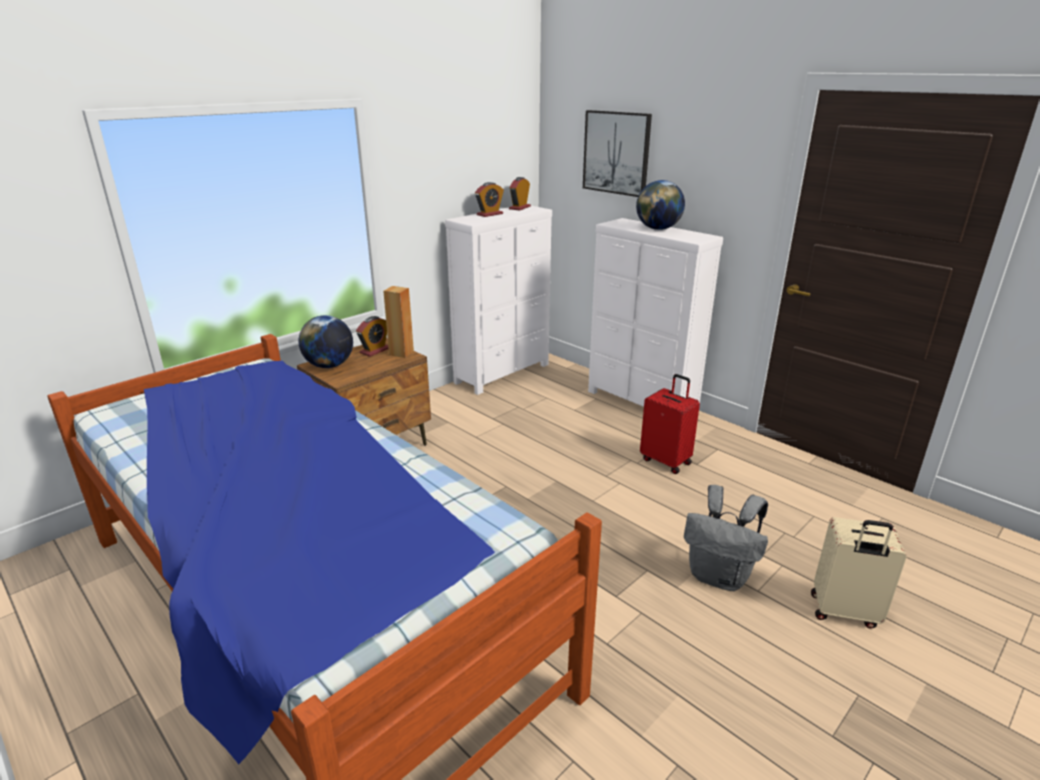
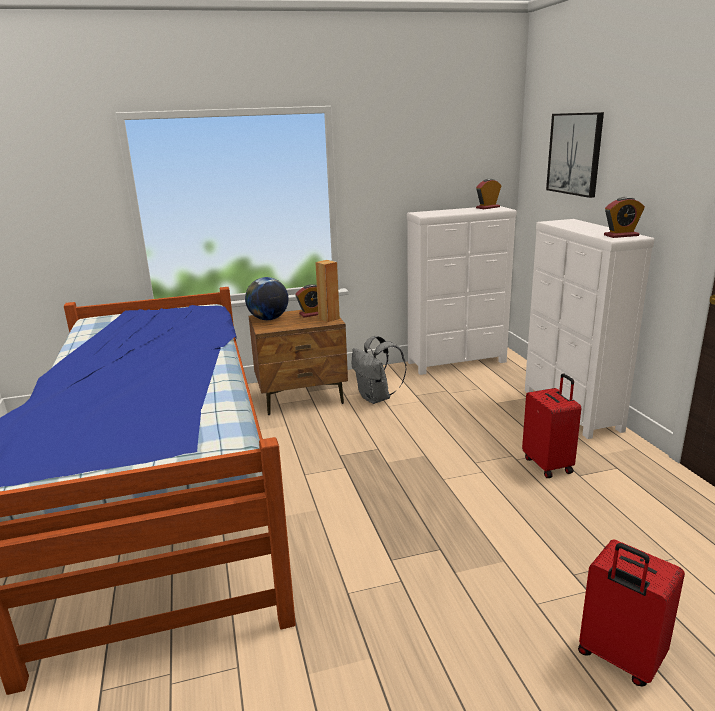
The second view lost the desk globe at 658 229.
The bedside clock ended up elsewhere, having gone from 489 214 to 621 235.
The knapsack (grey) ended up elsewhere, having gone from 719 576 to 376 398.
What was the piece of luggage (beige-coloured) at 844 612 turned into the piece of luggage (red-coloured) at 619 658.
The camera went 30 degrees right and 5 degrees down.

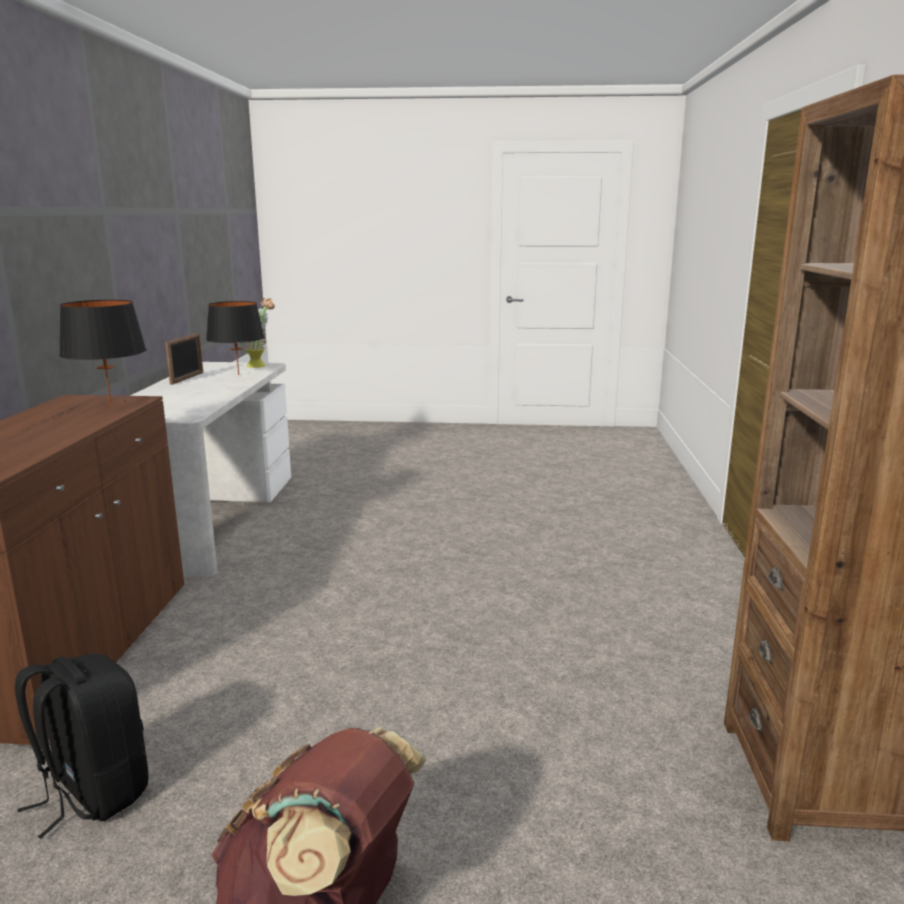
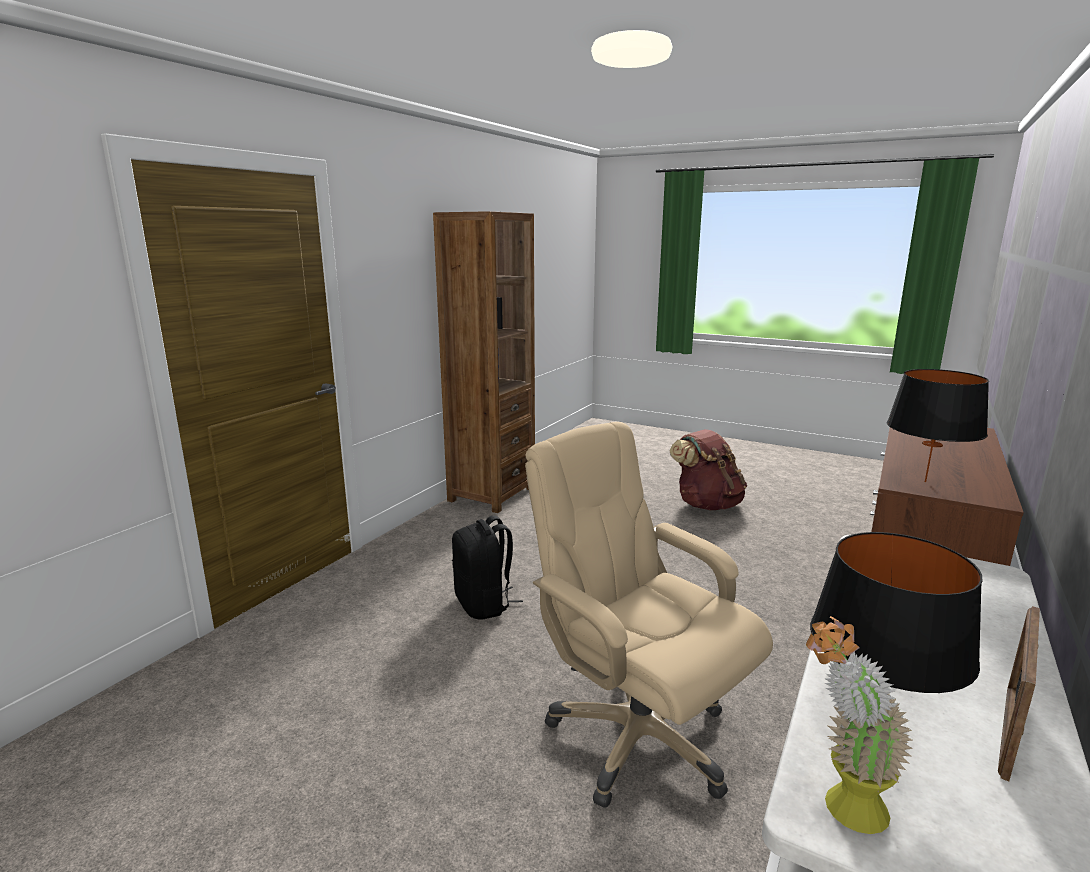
The knapsack (blackish) ended up elsewhere, having gone from 93 793 to 484 604.
The second view gained the office chair (beige-coloured) at 637 736.
The camera went 155 degrees left and 0 degrees up.

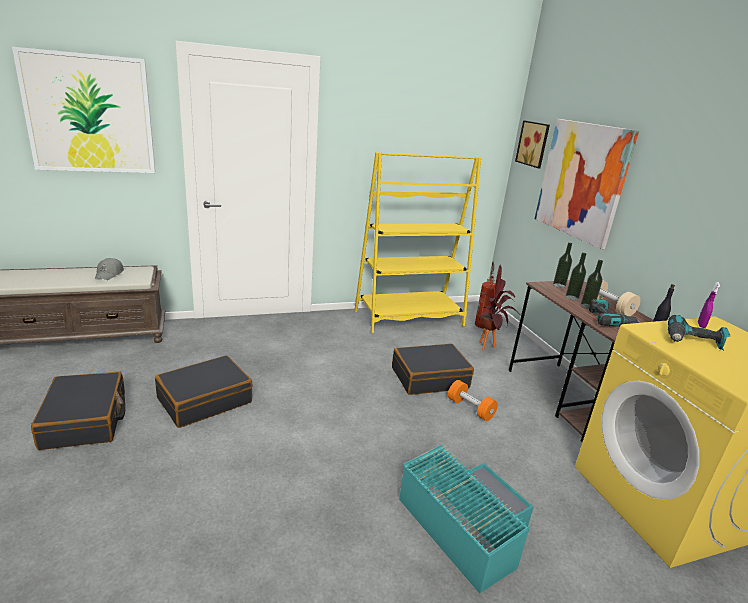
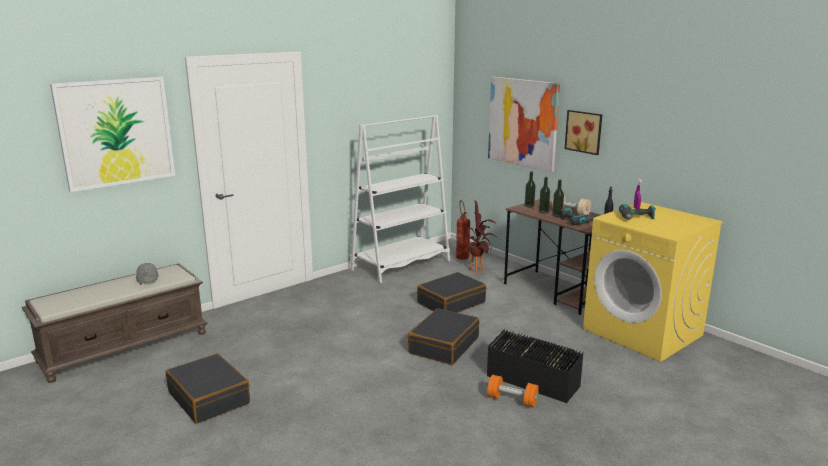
The picture ended up elsewhere, having gone from 534 144 to 584 131.
What was the shelving unit (yellowish) at 409 318 turned into the shelving unit (white-coloured) at 401 265.
The piece of luggage (blackish) ended up elsewhere, having gone from 204 400 to 443 345.
The dumbbell (orange-coloured) ended up elsewhere, having gone from 470 409 to 512 400.
What was the storage bin (blue-green) at 464 523 turned into the storage bin (blackish) at 535 375.
The camera went 20 degrees left and 5 degrees down.

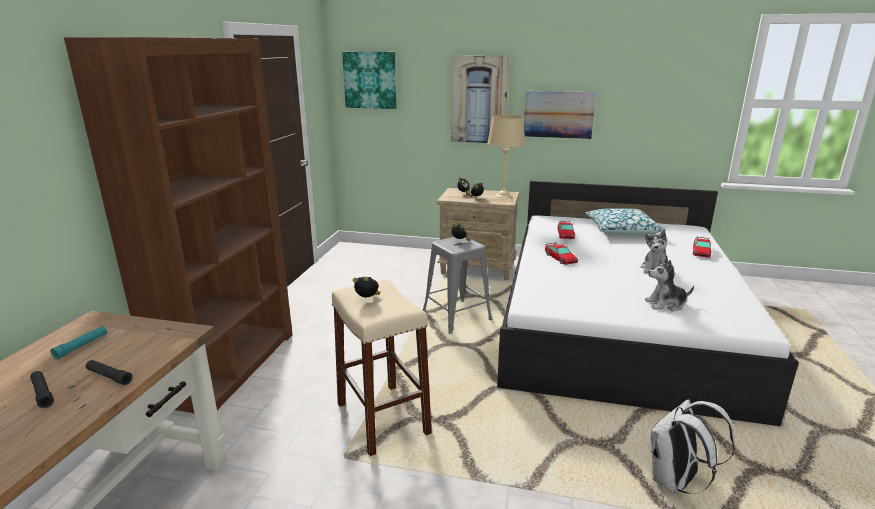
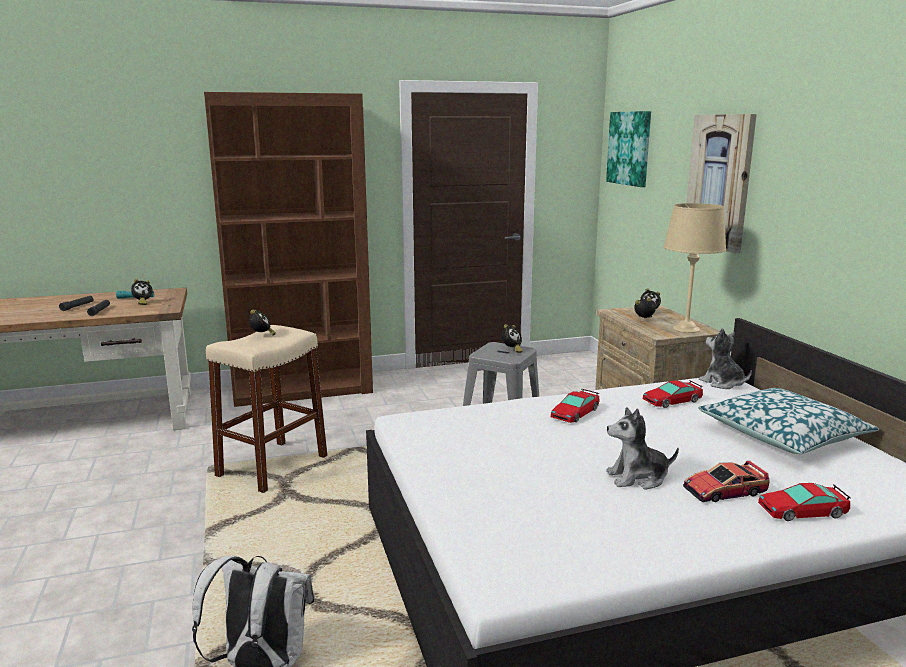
The second view lost the picture at 558 114.
The soft toy ended up elsewhere, having gone from 666 304 to 722 383.
The second view gained the bedside clock at 142 303.
The second view gained the miniature car at 724 491.
The camera went 60 degrees right and 5 degrees down.

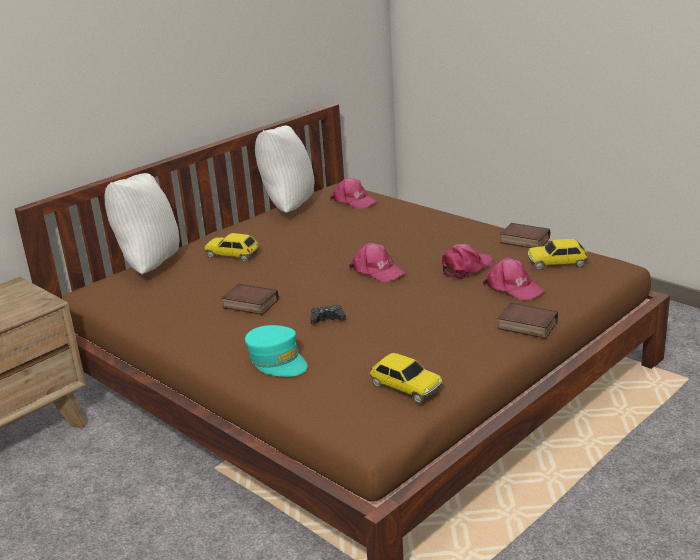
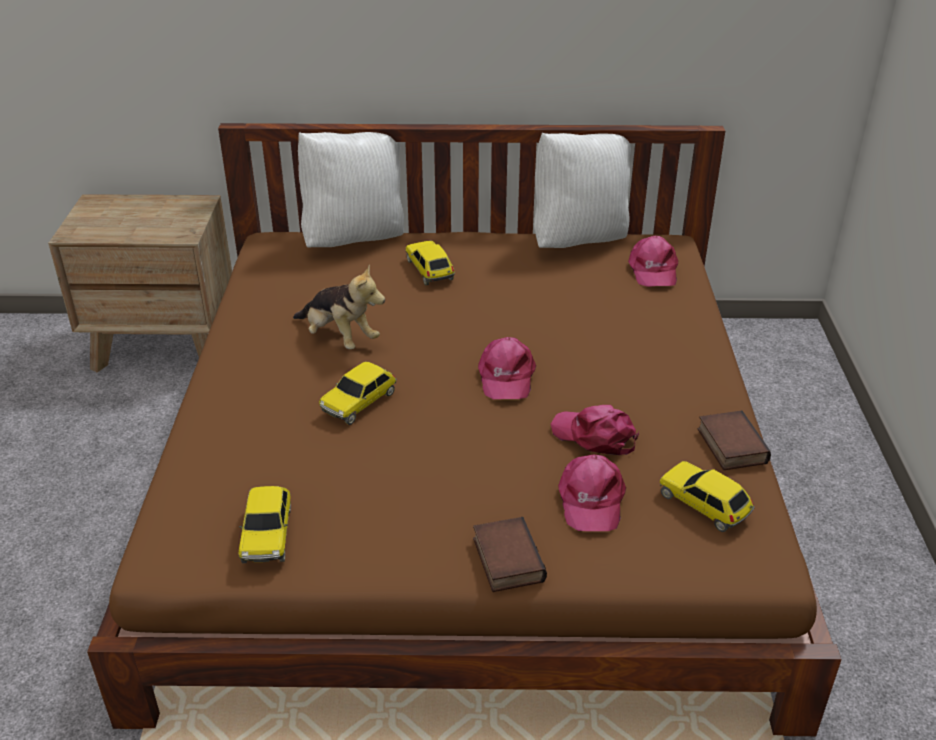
The peaked cap (pink-coloured) at 466 267 ended up facing another way, 150 degrees counterclockwise from before.
Where the volume stood at 249 304, the soft toy came to stand at 339 338.
Where the game controller (blackish) stood at 327 319, the miniature car came to stand at 359 402.
The second view lost the peaked cap (blue-green) at 277 361.
The camera went 45 degrees right and 10 degrees up.

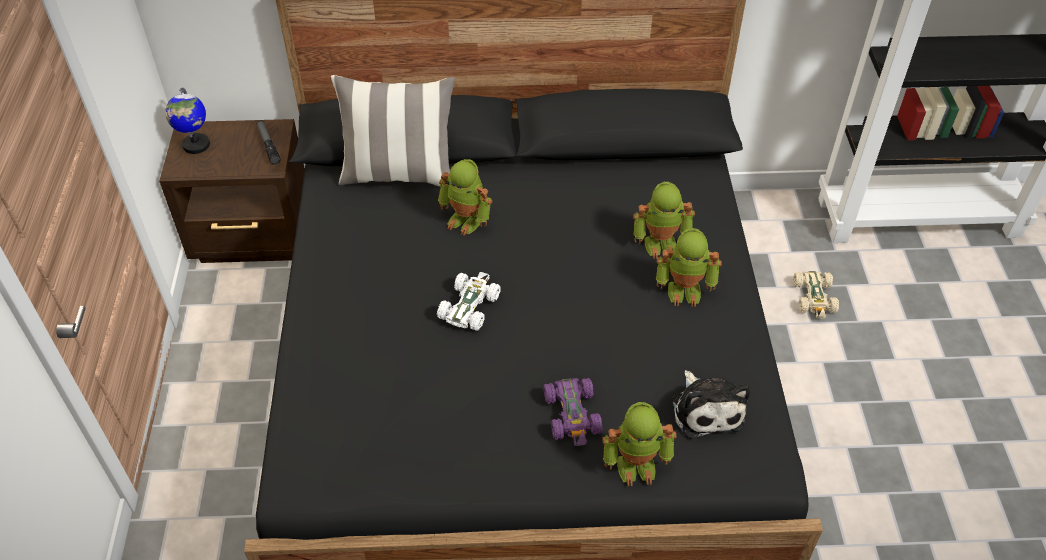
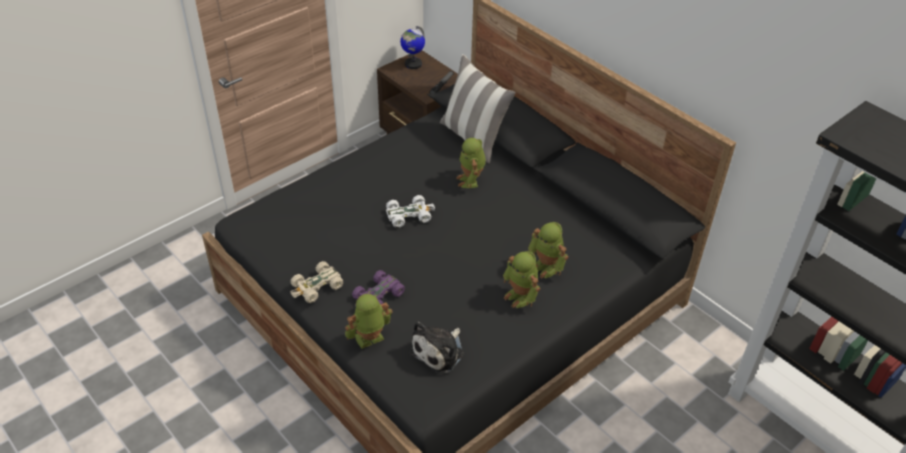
The miniature car (beige-coloured) ended up elsewhere, having gone from 814 298 to 316 287.
The toy robot at 636 464 ended up facing another way, 105 degrees clockwise from before.
The camera went 50 degrees right and 5 degrees down.

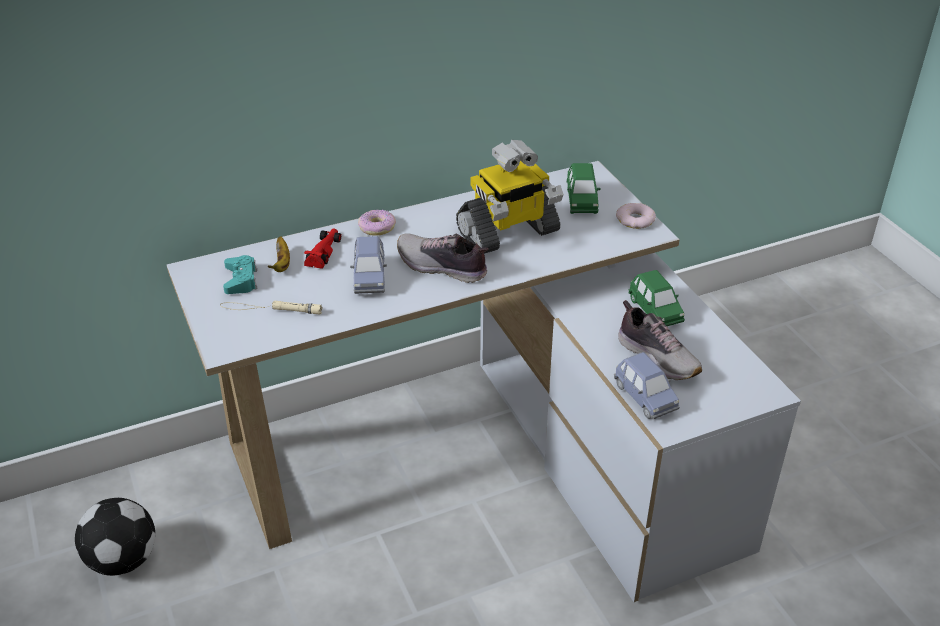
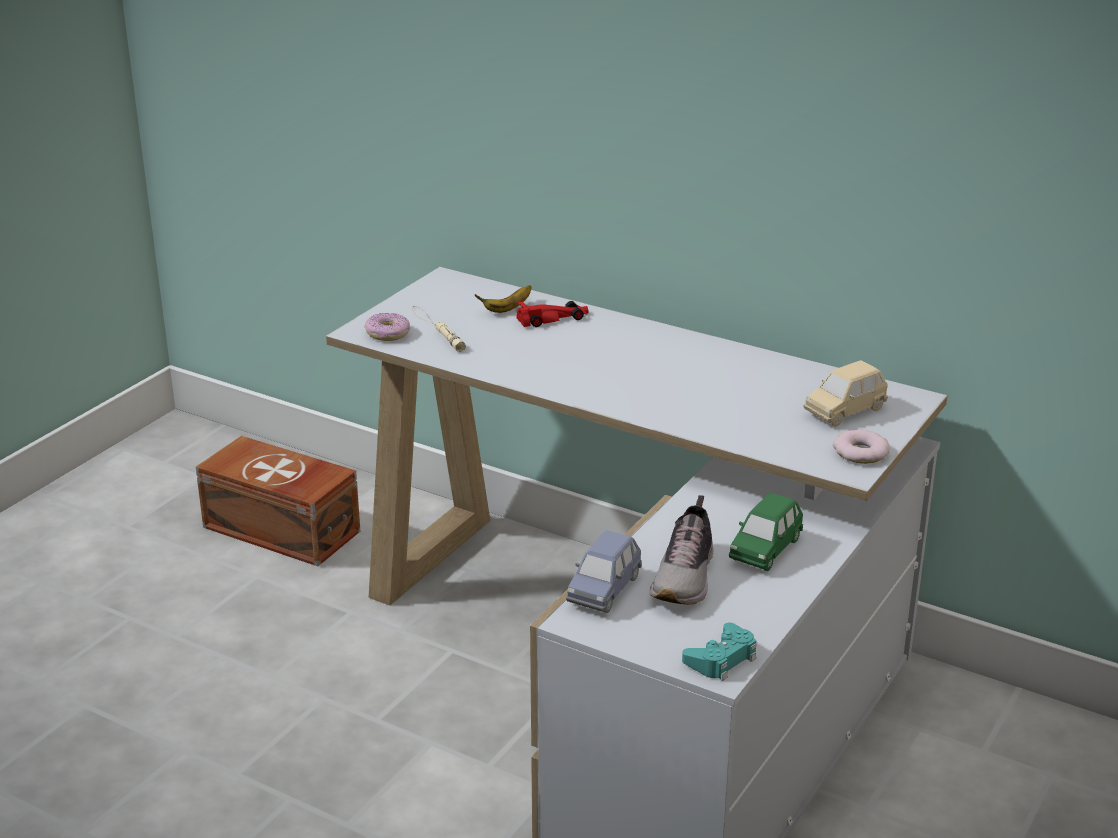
The second view lost the toy robot at 508 233.
What was the miniature car (green-coloured) at 581 201 turned into the miniature car (beige-coloured) at 845 411.
The donut ended up elsewhere, having gone from 377 227 to 388 333.
The second view lost the low shoe at 442 267.
The second view lost the miniature car (bluish) at 369 278.
The game controller (blue-green) ended up elsewhere, having gone from 241 280 to 721 659.
Where the football ball stood at 124 560, the storage bin (brownish) came to stand at 282 531.
The camera went 55 degrees right and 10 degrees down.

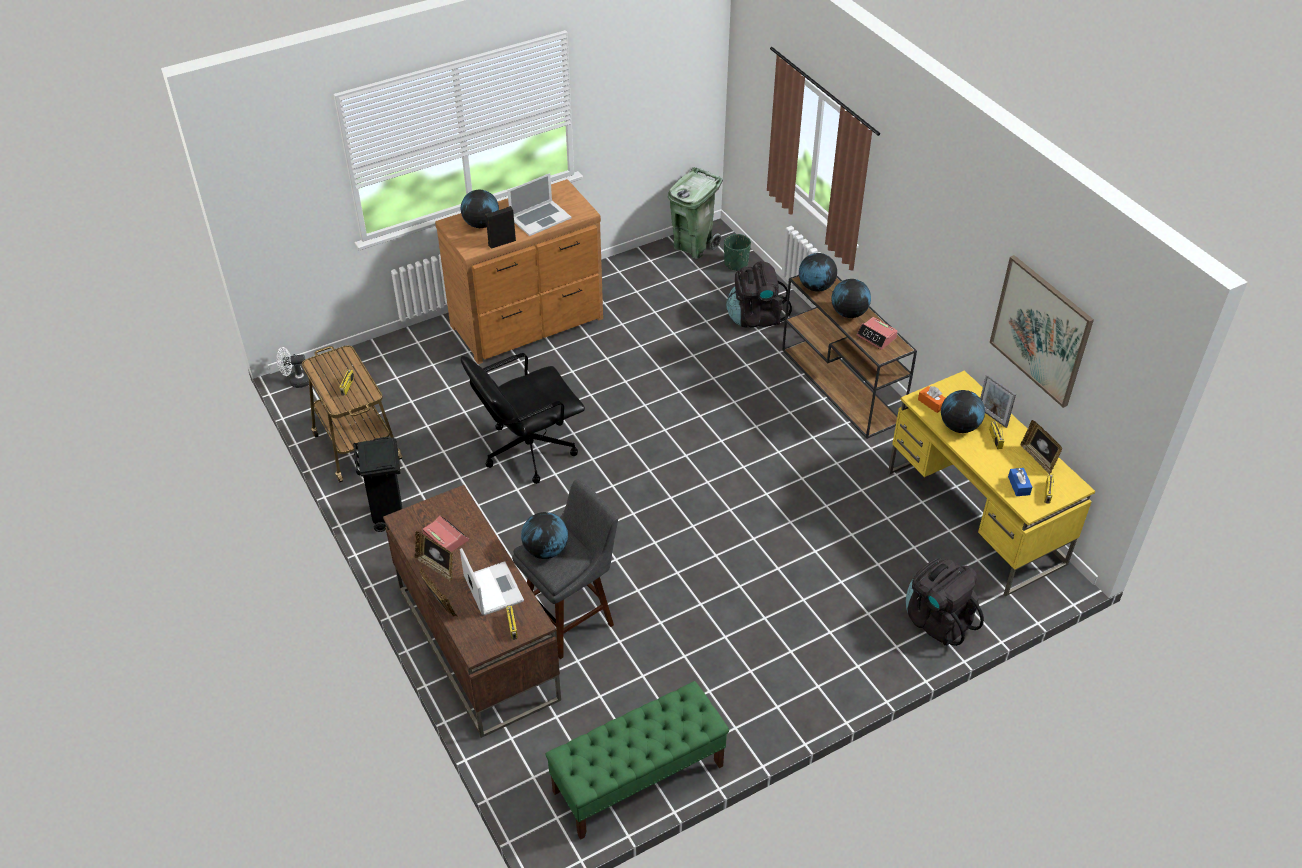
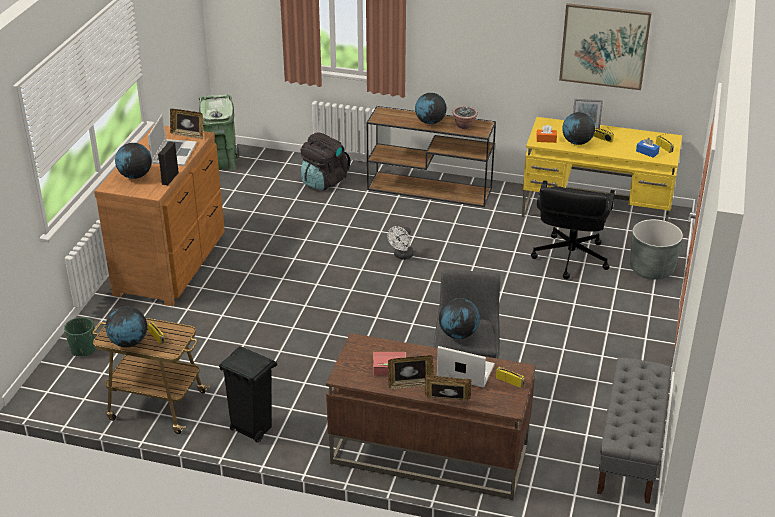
The flower pot (green-coloured) ended up elsewhere, having gone from 736 264 to 83 349.
The desk globe ended up elsewhere, having gone from 815 287 to 128 343.
Where the bedside clock stood at 876 337, the potted plant came to stand at 464 125.
The fan (white-coloured) ended up elsewhere, having gone from 296 381 to 402 256.
The office chair (blackish) ended up elsewhere, having gone from 528 450 to 569 258.
The standing frame ended up elsewhere, having gone from 1038 458 to 188 135.
Where the knapsack (blackish) stood at 937 620, the flower pot (grey) came to stand at 651 269.
What was the long seat (green-coloured) at 638 779 turned into the long seat (grey) at 630 450.
The camera went 45 degrees left and 10 degrees down.

